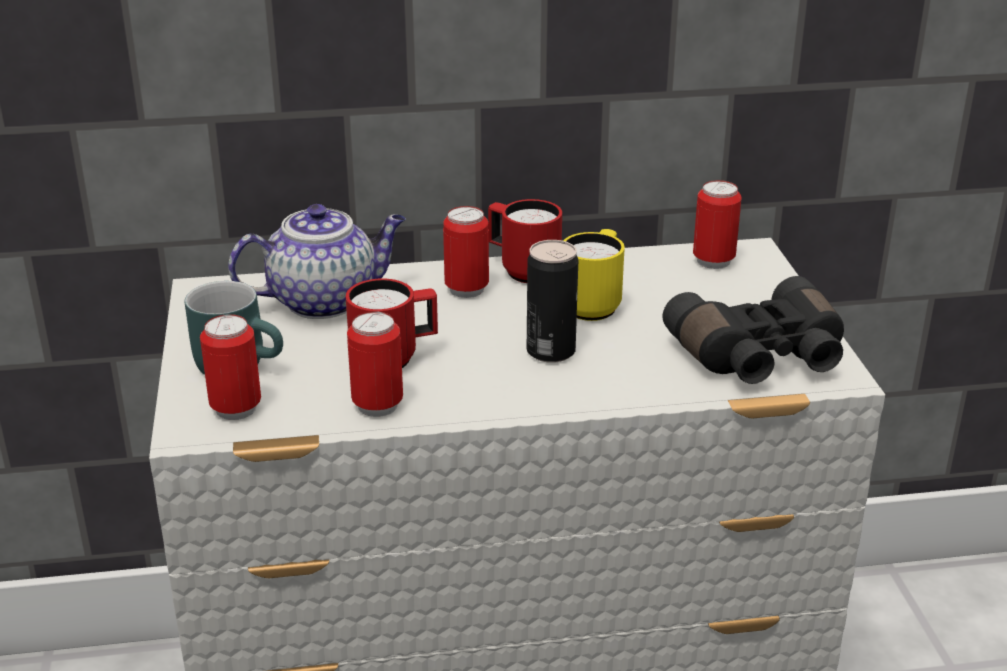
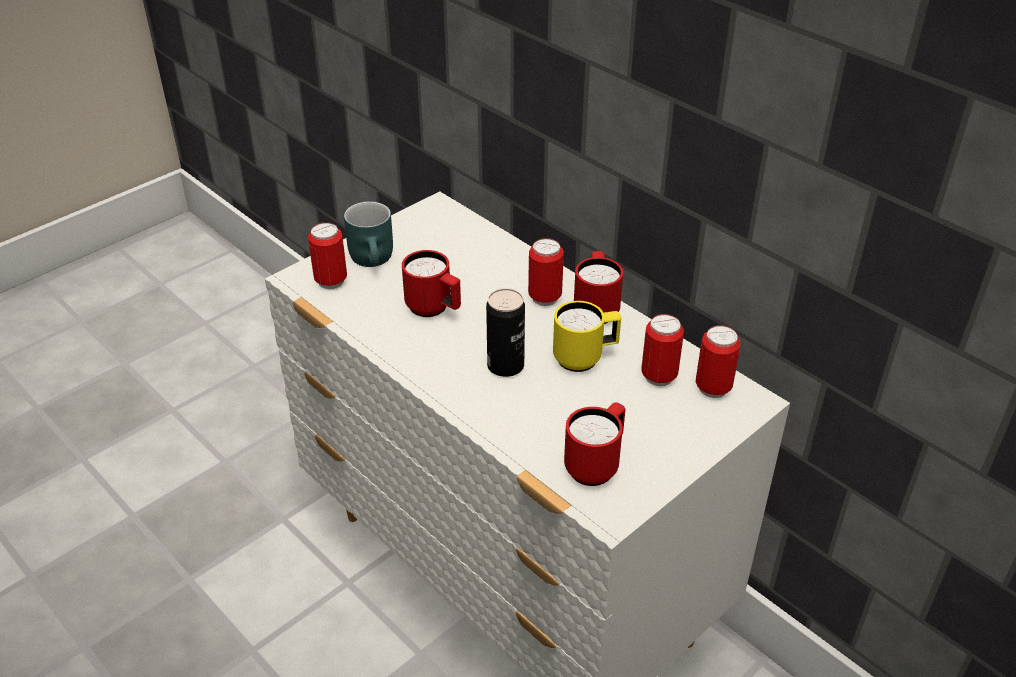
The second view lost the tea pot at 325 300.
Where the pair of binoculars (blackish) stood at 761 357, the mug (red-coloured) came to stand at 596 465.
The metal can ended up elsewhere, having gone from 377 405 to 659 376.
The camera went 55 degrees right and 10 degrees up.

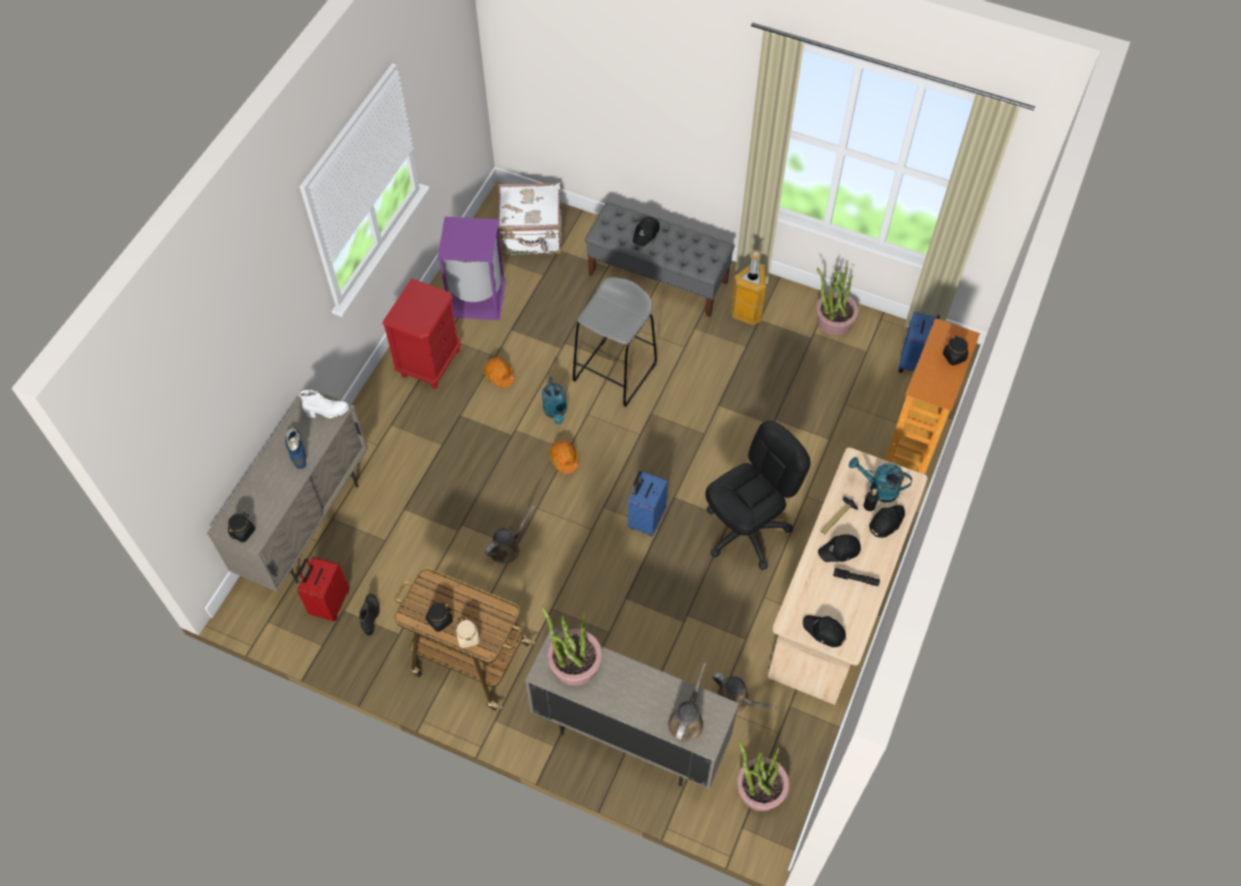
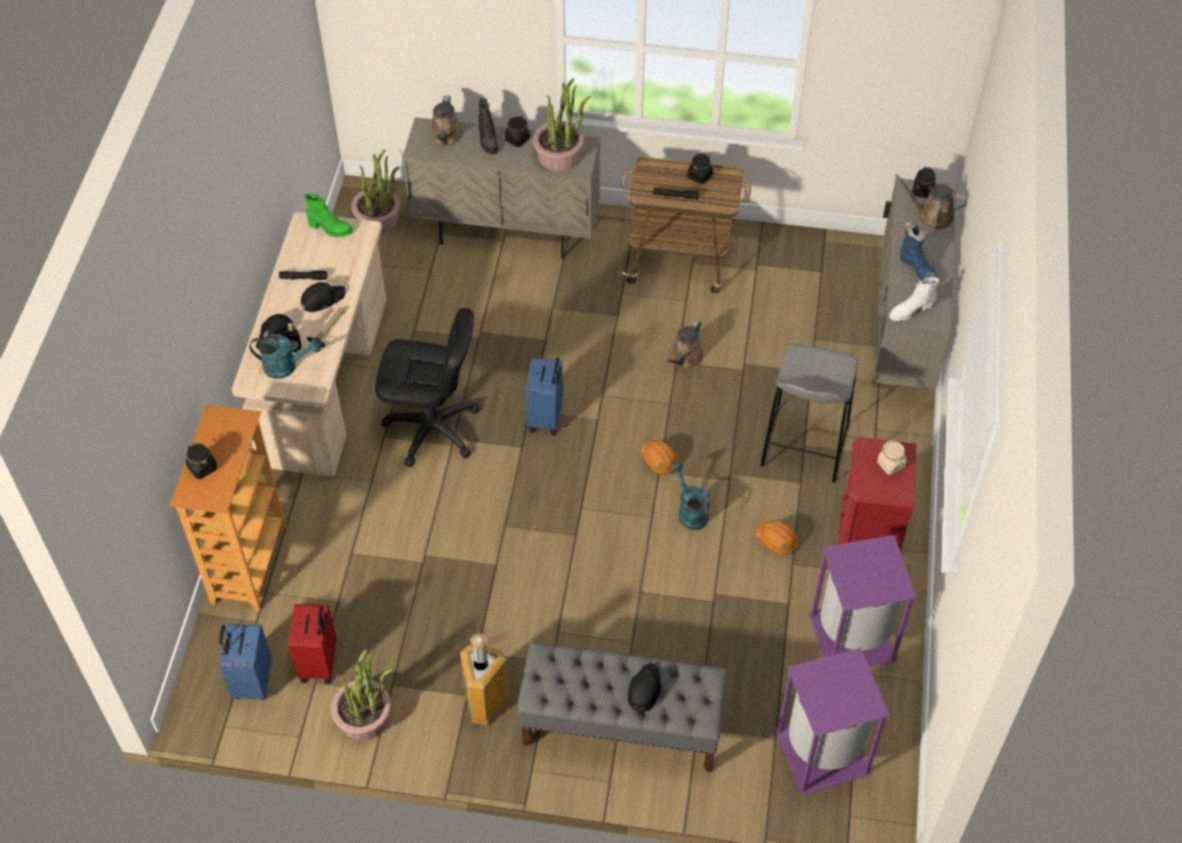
Where the piece of luggage (white-coloured) stood at 532 235, the rubbish bin (purplish) came to stand at 821 753.
The stool (grey) ended up elsewhere, having gone from 615 372 to 804 445.
The office chair (blackish) at 746 531 ended up facing another way, 120 degrees counterclockwise from before.
The piece of luggage (red-coloured) ended up elsewhere, having gone from 329 603 to 320 663.
The boot (blackish) ended up elsewhere, having gone from 371 616 to 487 141.
Where the peaked cap (blackish) stood at 824 632, the boot (green-coloured) came to stand at 330 229.
The preserve jar (beige-coloured) ended up elsewhere, having gone from 468 637 to 891 464.
The watering can (brownish) ended up elsewhere, having gone from 736 699 to 932 216.
The second view gained the preserve jar (blackish) at 517 139.
The second view gained the torch (blackish) at 675 196.
The camera went 165 degrees right and 5 degrees down.

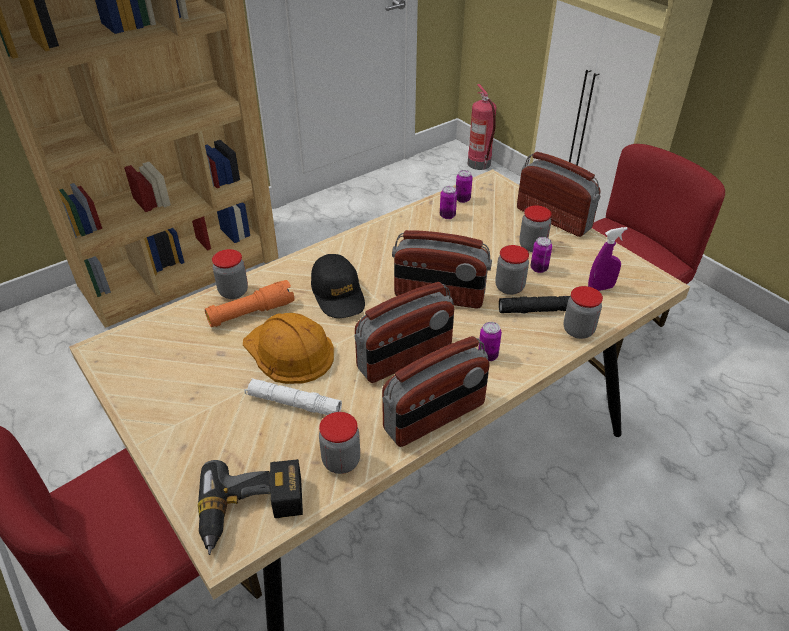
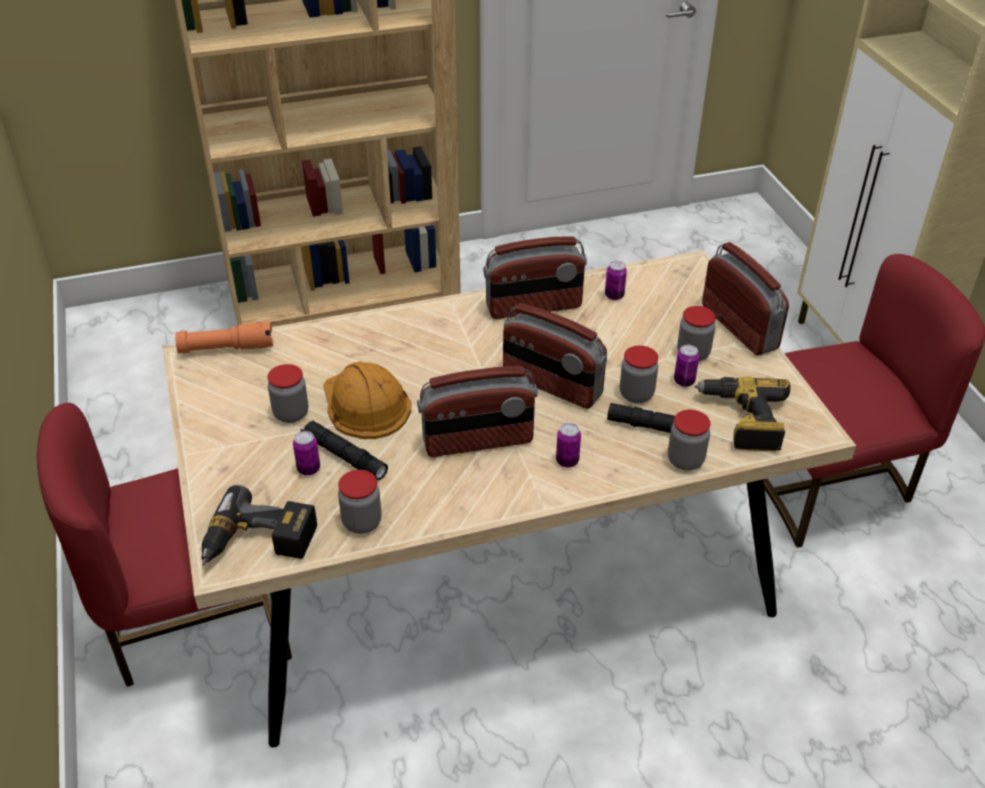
The second view lost the extinguisher at 480 164.
The metal can ended up elsewhere, having gone from 462 199 to 308 469.
Where the hand sprayer (purplish) stood at 600 288, the power drill came to stand at 743 421.
The preserve jar ended up elsewhere, having gone from 233 292 to 291 414.
The second view lost the peaked cap (blackish) at 338 294.
The torch (orange-coloured) ended up elsewhere, having gone from 251 313 to 226 348.
The radio receiver ended up elsewhere, having gone from 435 417 to 534 307.
What was the torch (white-coloured) at 293 403 turned into the torch (blackish) at 344 456.
The camera went 20 degrees right and 0 degrees up.

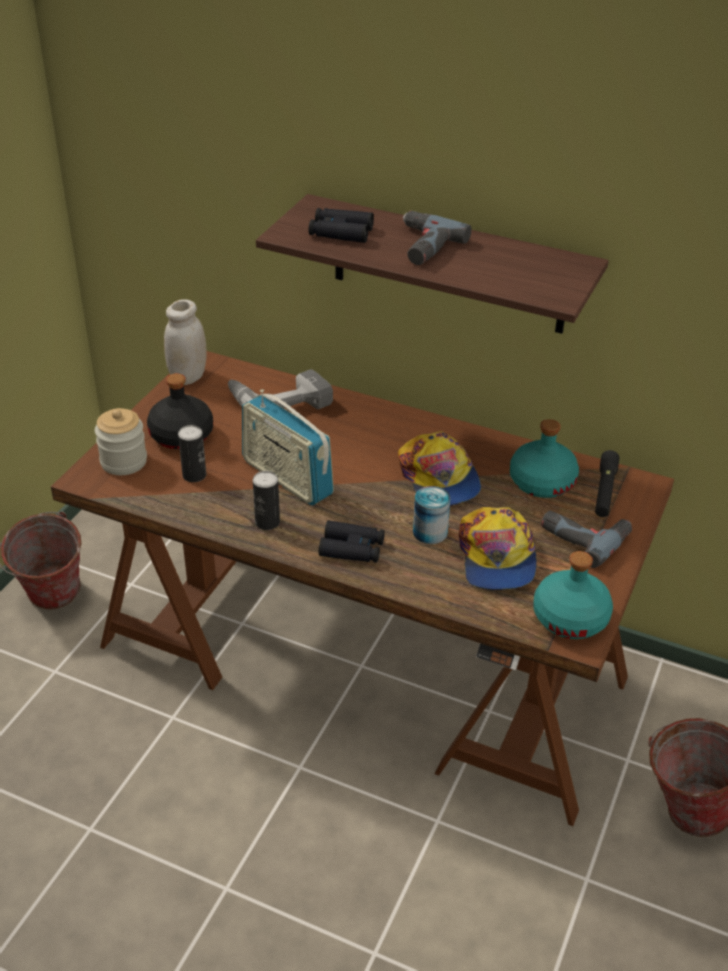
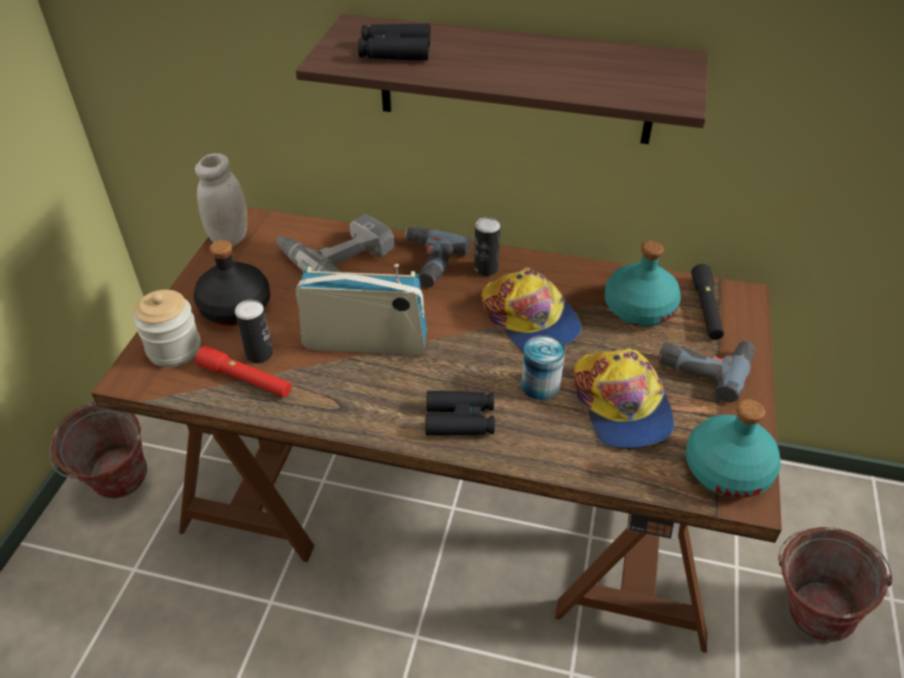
The power drill ended up elsewhere, having gone from 421 246 to 427 262.
The radio receiver at 287 478 ended up facing another way, 150 degrees clockwise from before.
The metal can ended up elsewhere, having gone from 267 522 to 486 269.
The second view gained the torch (red-coloured) at 246 379.
The camera went 10 degrees left and 5 degrees up.

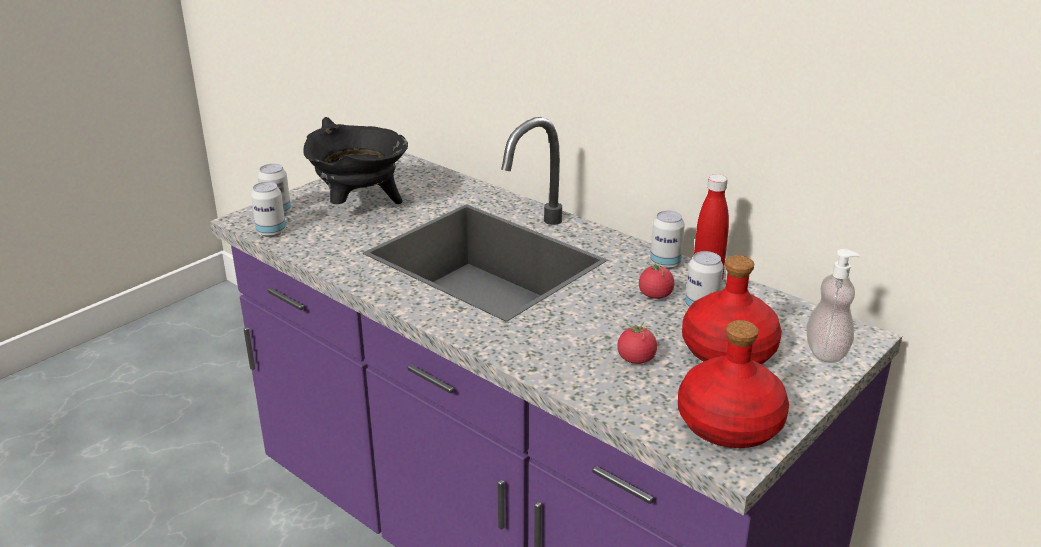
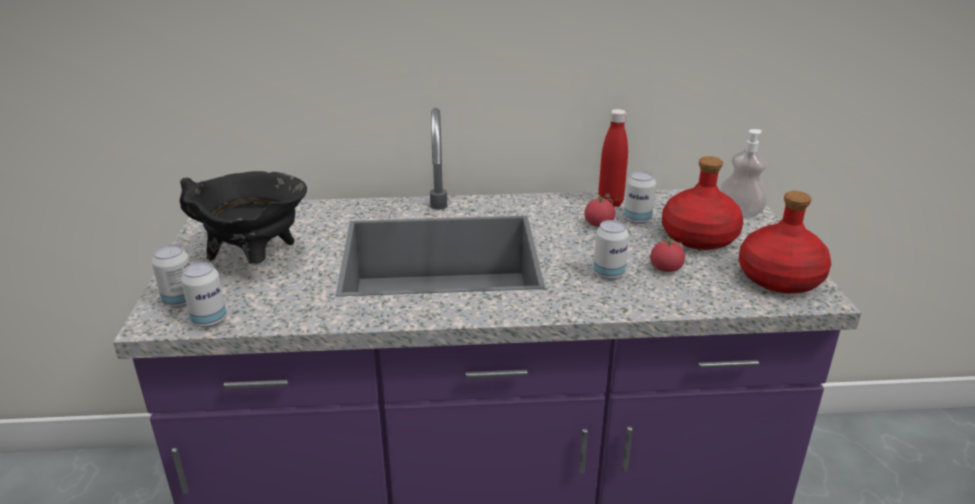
The metal can ended up elsewhere, having gone from 665 264 to 608 274.
The camera went 45 degrees left and 0 degrees up.

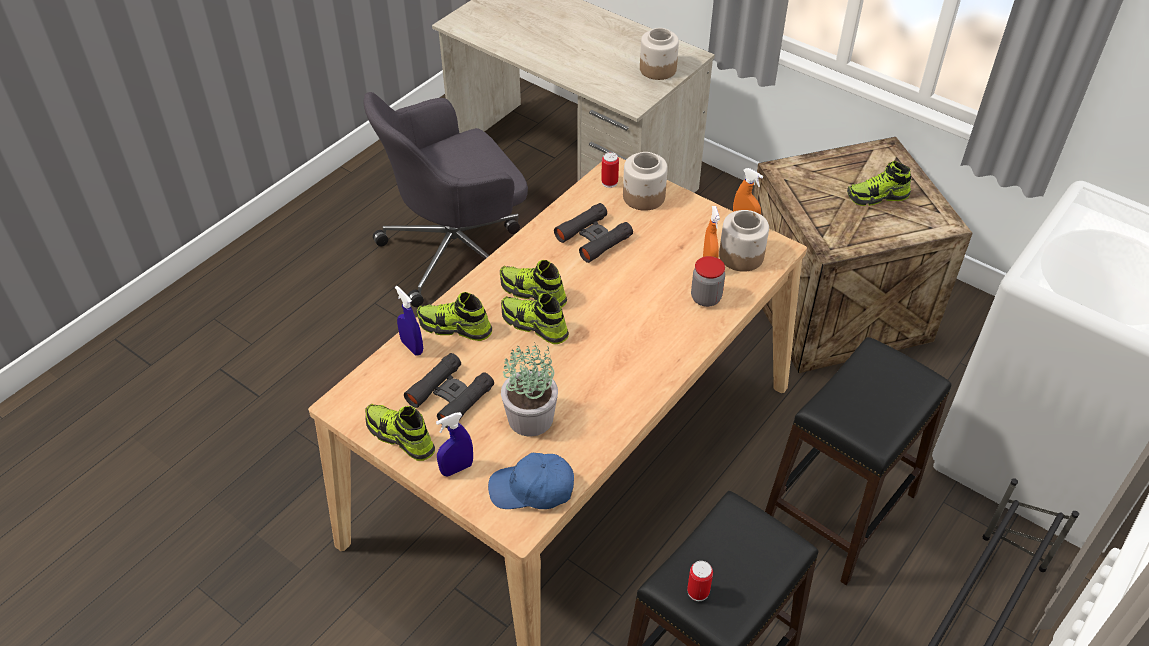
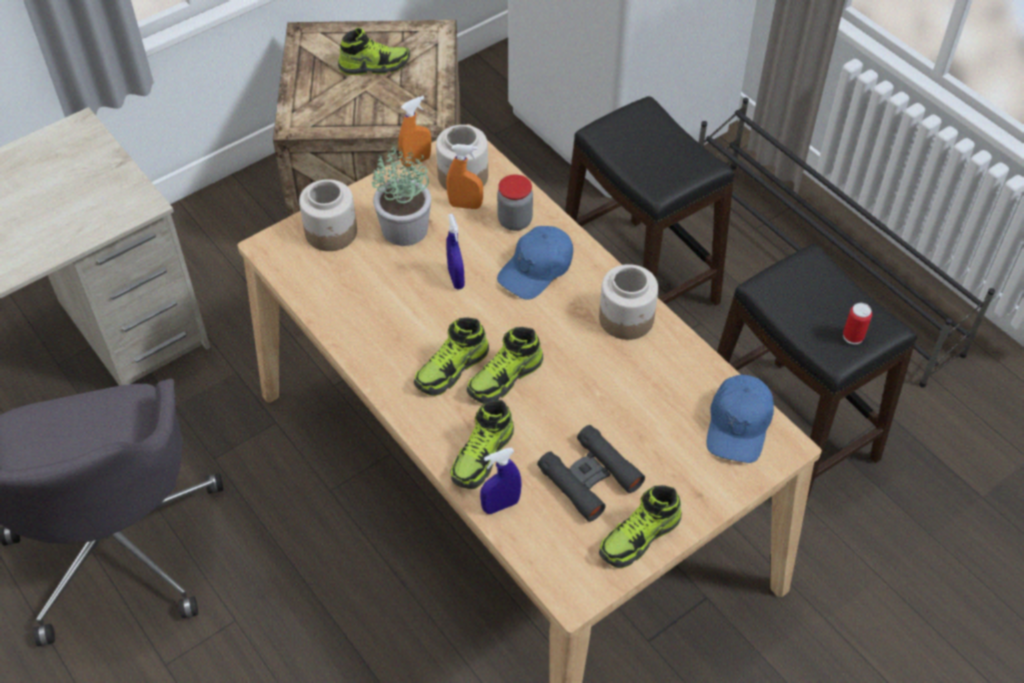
The preserve jar ended up elsewhere, having gone from 658 69 to 627 319.
The second view lost the metal can at 609 182.
The low shoe at 877 197 ended up facing another way, 105 degrees counterclockwise from before.
The second view lost the pair of binoculars (blackish) at 593 238.
The potted plant ended up elsewhere, having gone from 531 419 to 406 228.
The hand sprayer (bluish) ended up elsewhere, having gone from 457 468 to 456 278.
The second view gained the peaked cap (bluish) at 536 269.
The camera went 75 degrees left and 5 degrees up.

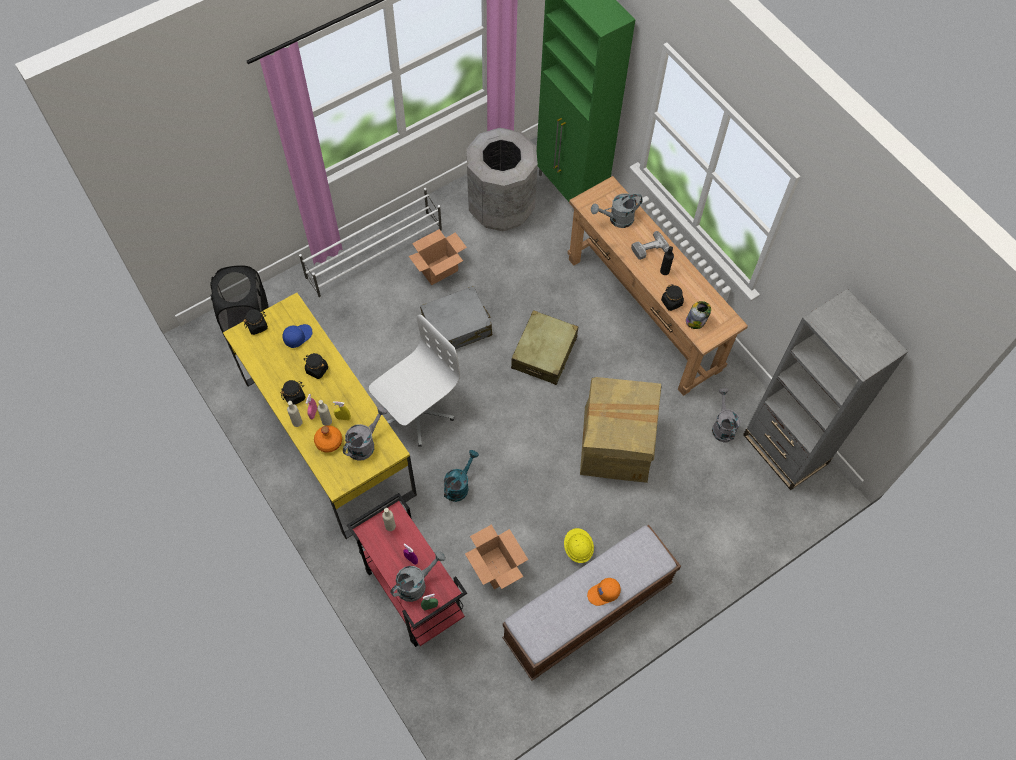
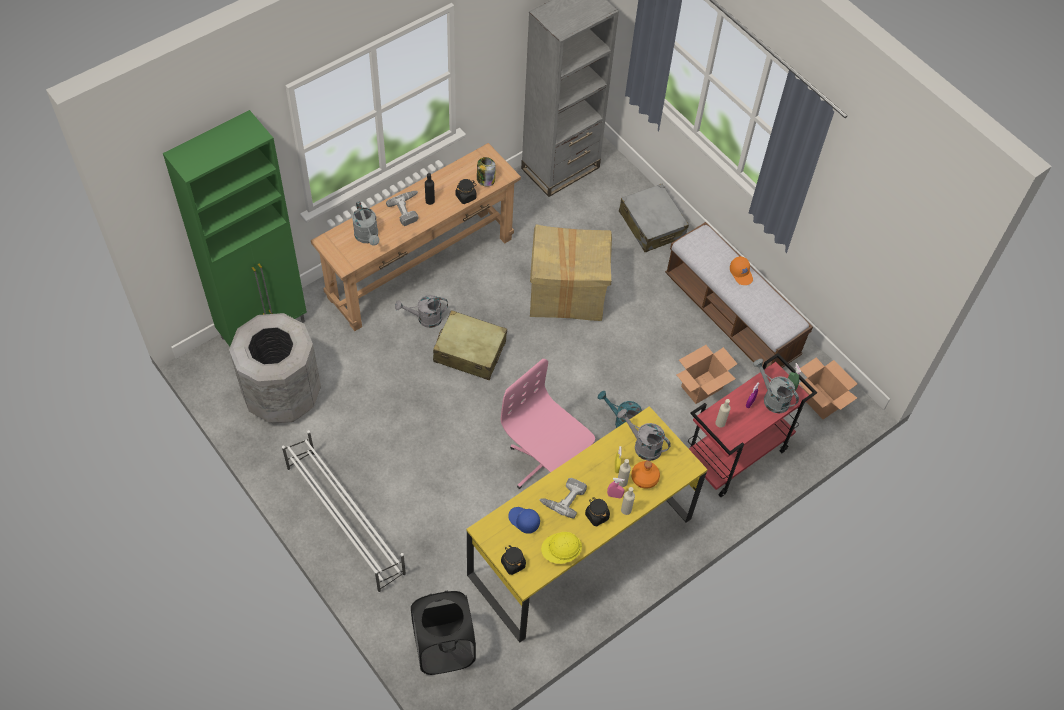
The cardboard box ended up elsewhere, having gone from 439 269 to 819 401.
The piece of luggage (grey) ended up elsewhere, having gone from 457 326 to 651 225.
What was the office chair (white-coloured) at 416 412 turned into the office chair (pink-coloured) at 545 464.
Where the preserve jar (blackish) stood at 317 370, the power drill came to stand at 563 497.
The watering can (grey) ended up elsewhere, having gone from 722 426 to 425 319.
The work helmet (yellowish) ended up elsewhere, having gone from 578 548 to 561 552.
The camera went 95 degrees left and 5 degrees down.

